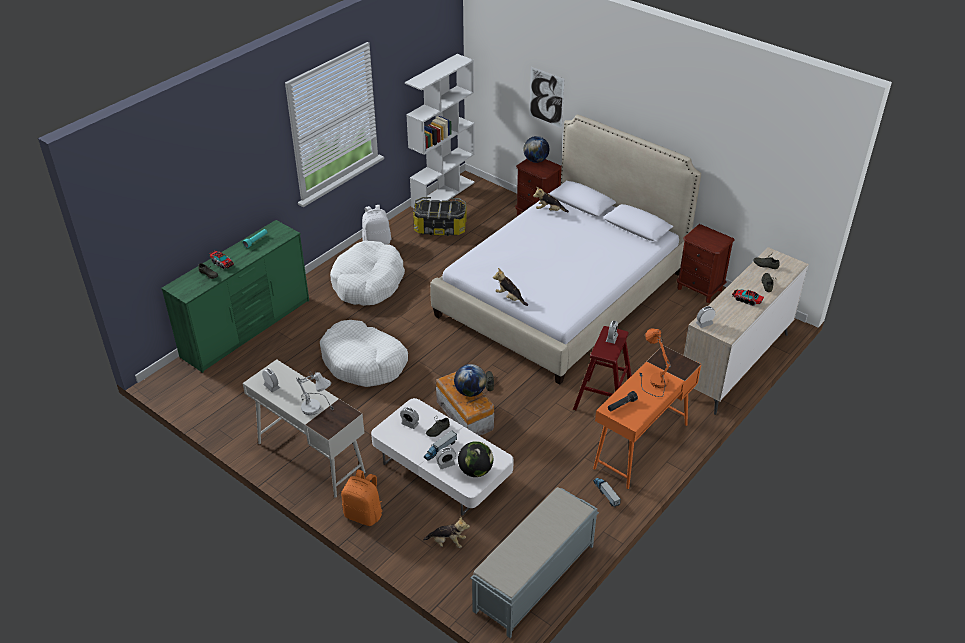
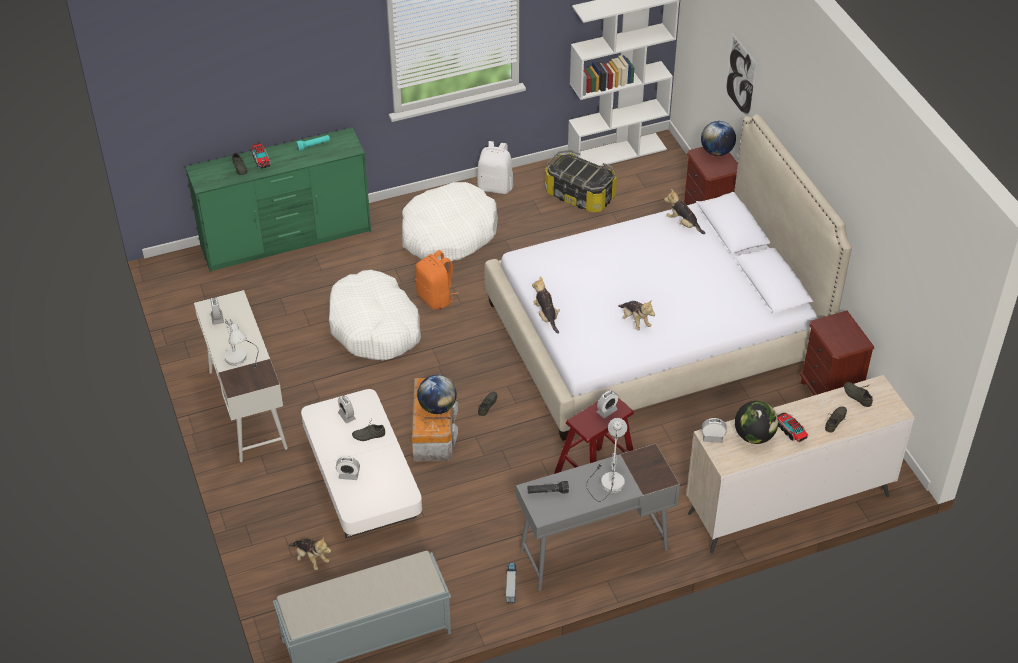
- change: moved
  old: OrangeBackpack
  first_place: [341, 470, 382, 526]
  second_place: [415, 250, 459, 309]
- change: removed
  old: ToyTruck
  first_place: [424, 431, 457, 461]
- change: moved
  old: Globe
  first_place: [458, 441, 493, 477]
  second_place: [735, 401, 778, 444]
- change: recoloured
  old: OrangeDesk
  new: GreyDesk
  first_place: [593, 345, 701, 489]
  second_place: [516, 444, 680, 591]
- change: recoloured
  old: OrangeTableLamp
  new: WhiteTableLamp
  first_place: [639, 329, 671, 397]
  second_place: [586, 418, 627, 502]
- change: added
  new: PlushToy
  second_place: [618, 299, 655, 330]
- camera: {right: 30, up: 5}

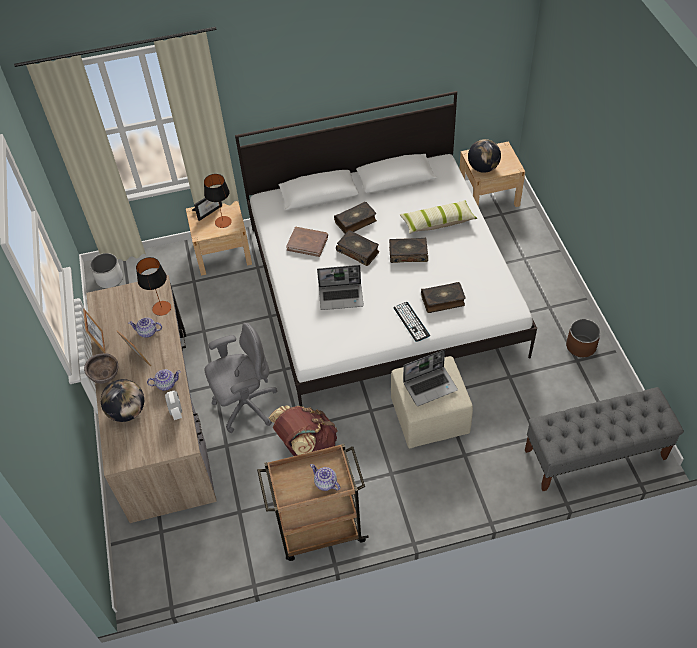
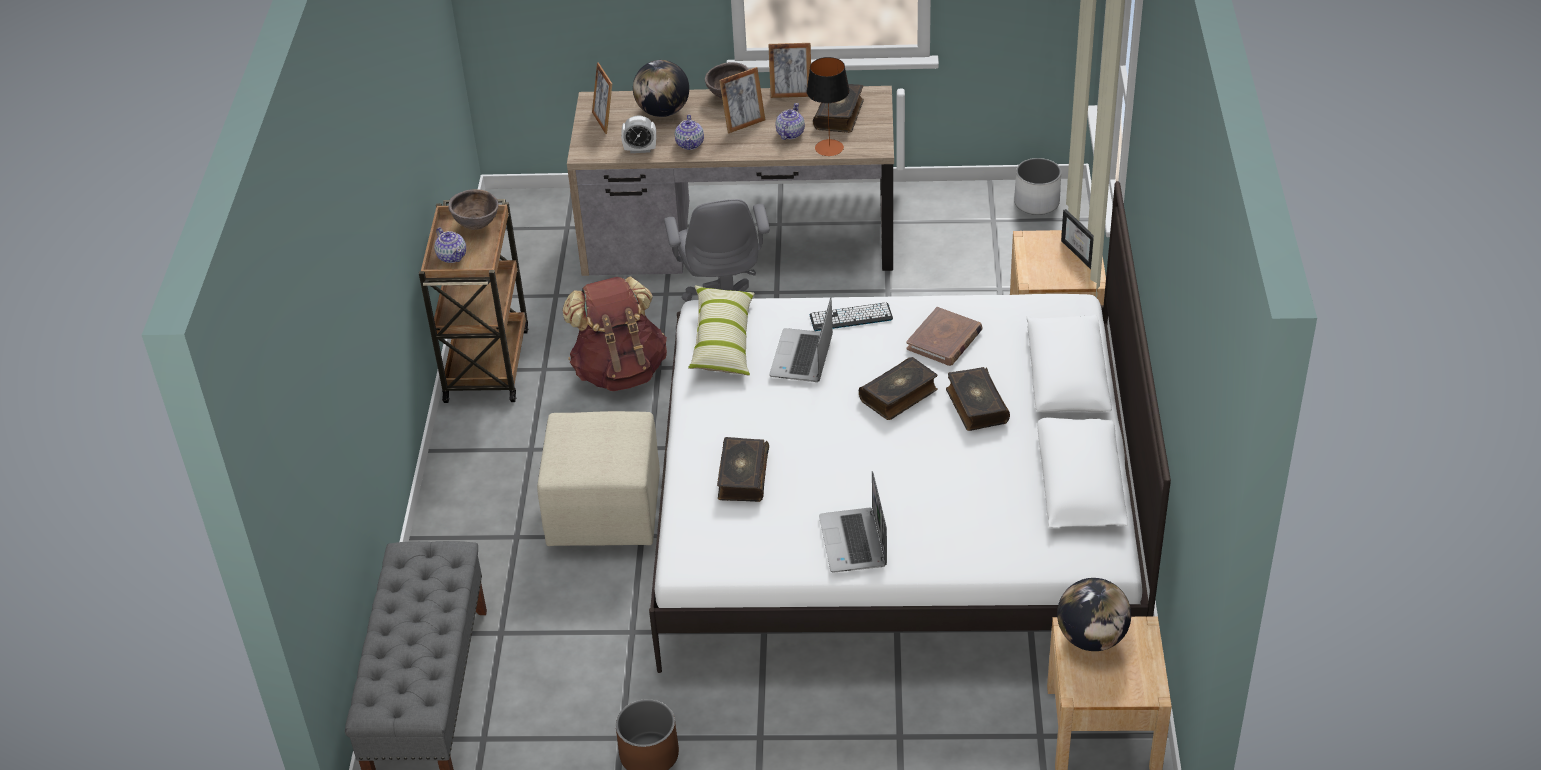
- change: removed
  old: TableLamp
  first_place: [204, 174, 231, 228]
- change: turned
  old: Teapot
  first_place: [310, 464, 340, 491]
  second_place: [434, 228, 466, 263]
  degrees: 90
- change: moved
  old: Book
  first_place: [389, 238, 428, 263]
  second_place: [813, 84, 864, 133]
- change: moved
  old: Keyboard
  first_place: [394, 302, 430, 342]
  second_place: [810, 303, 893, 331]
- change: moved
  old: Pillow
  first_place: [400, 200, 477, 234]
  second_place: [688, 286, 755, 375]
- change: moved
  old: Laptop
  first_place: [403, 349, 458, 406]
  second_place: [819, 471, 887, 573]
- change: added
  new: BrownBowl
  second_place: [448, 189, 499, 230]
- change: added
  new: PictureFrame
  second_place: [592, 62, 612, 134]
- camera: {right: 105, up: -10}

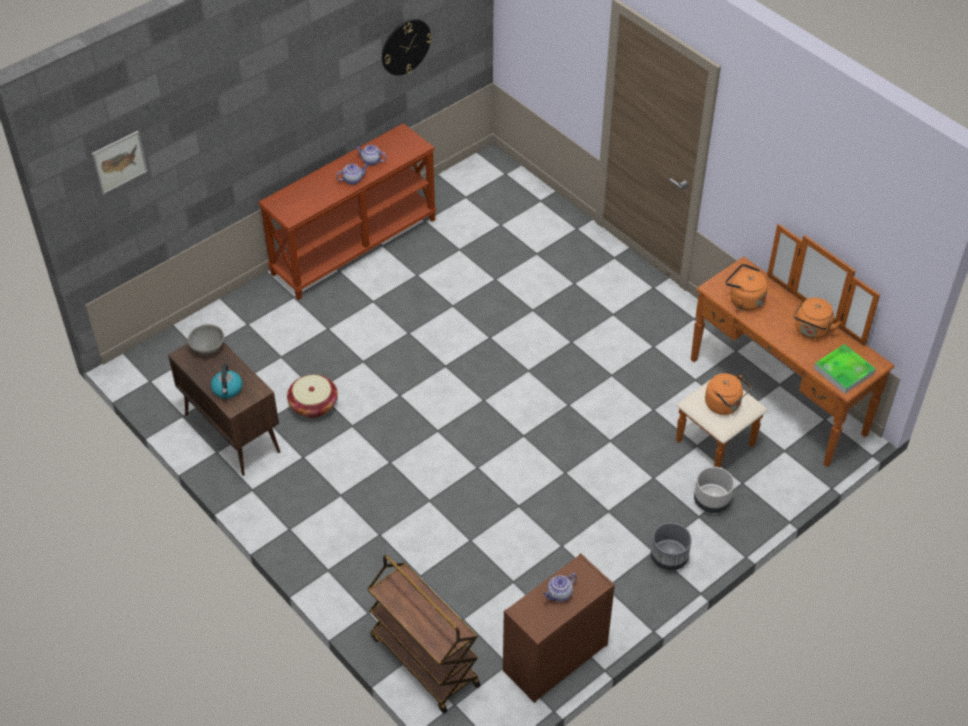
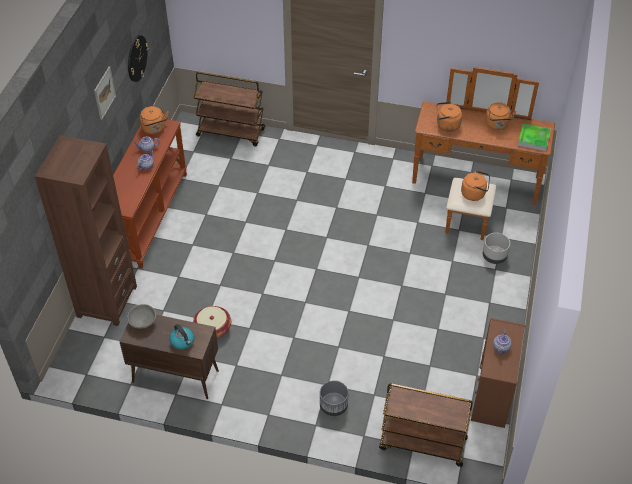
- change: moved
  old: Picture
  first_place: [92, 131, 148, 194]
  second_place: [94, 66, 116, 120]
- change: moved
  old: GreyPlanter
  first_place: [651, 523, 692, 571]
  second_place: [320, 380, 348, 416]
- change: added
  new: BrownBookcase
  second_place: [35, 135, 137, 326]
- change: added
  new: OrangeKettle
  second_place: [140, 106, 169, 134]
- change: added
  new: BrownCart
  second_place: [194, 72, 265, 147]
- camera: {right: -35, up: 0}

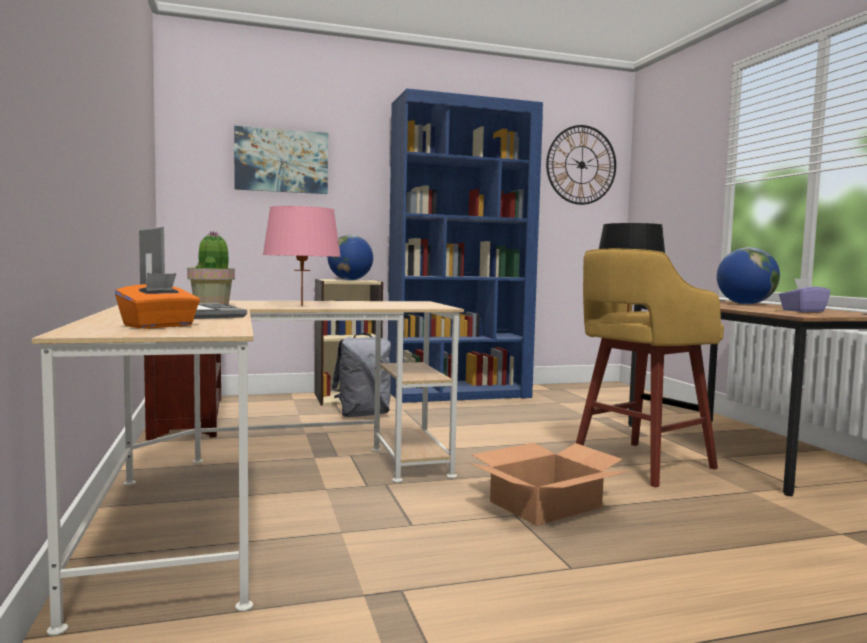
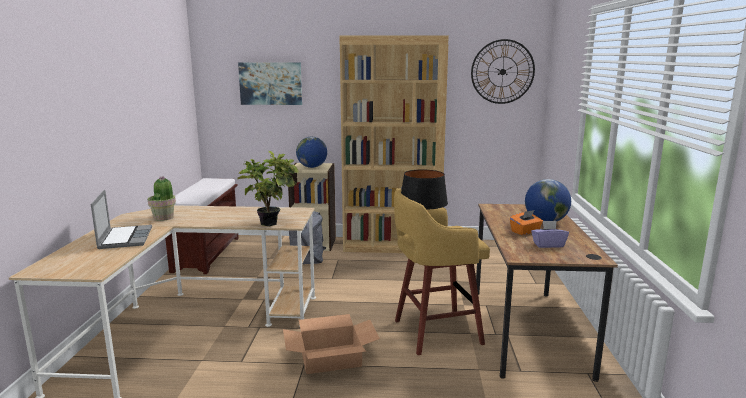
- change: moved
  old: OrangeTissueBox
  first_place: [115, 273, 200, 329]
  second_place: [510, 210, 543, 235]
- change: removed
  old: PinkTableLamp
  first_place: [263, 206, 341, 306]
- change: recoloured
  old: BlueBookcase
  new: BrownBookcase
  first_place: [388, 88, 543, 403]
  second_place: [339, 35, 449, 253]
- change: added
  new: PottedPlant
  second_place: [237, 151, 299, 226]
- camera: {right: 20, up: 10}

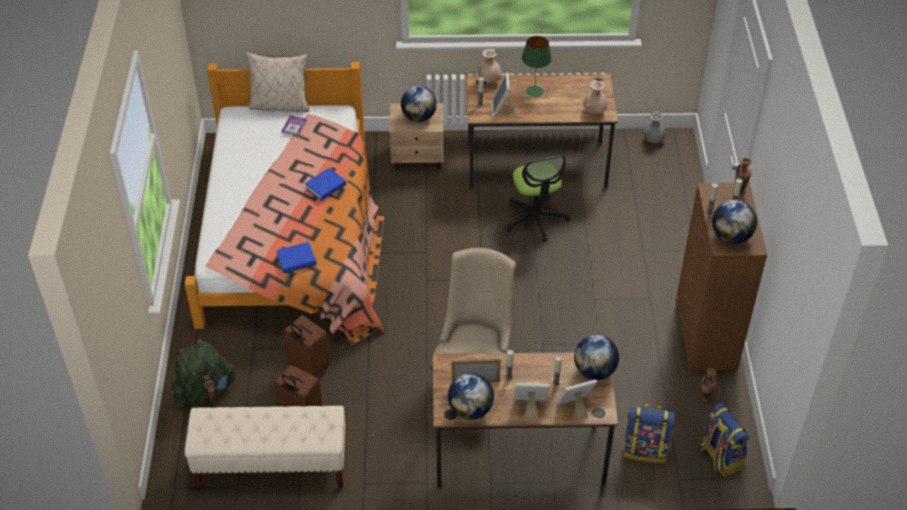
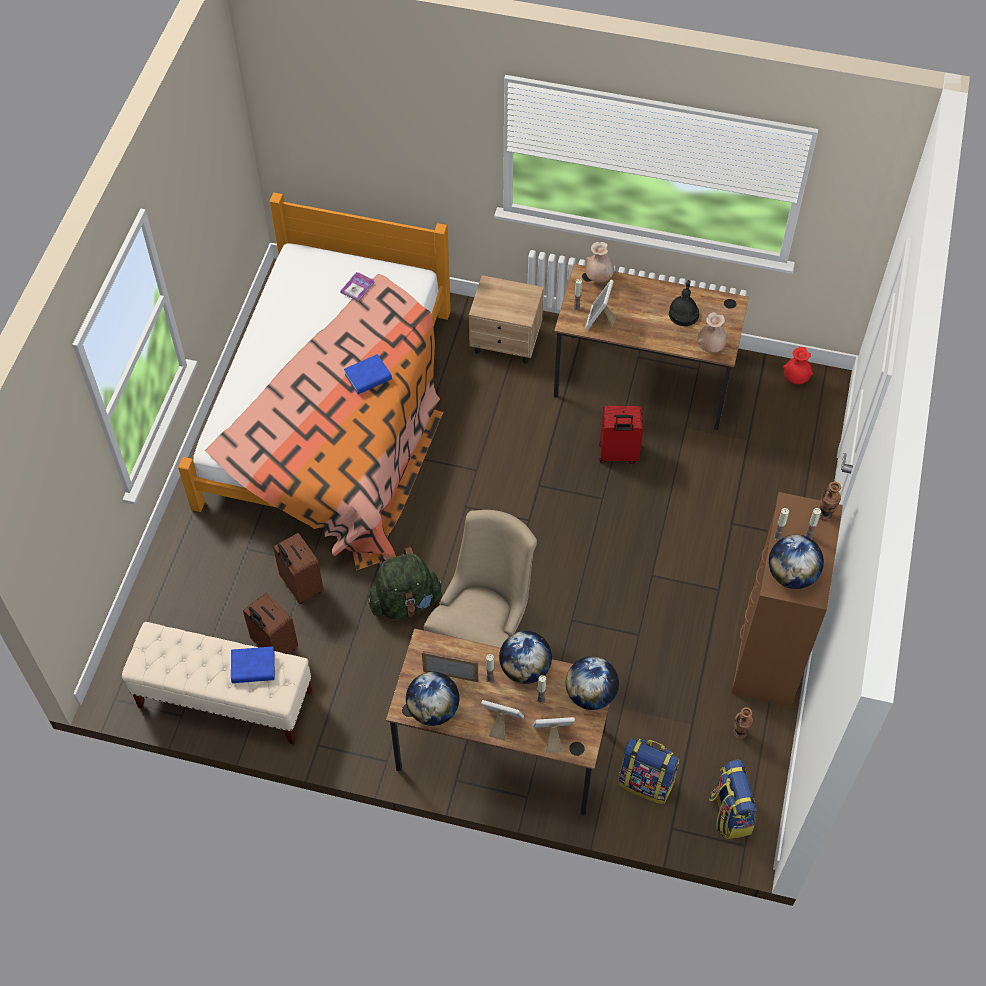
- change: moved
  old: GreenBackpack
  first_place: [171, 339, 235, 406]
  second_place: [368, 547, 443, 619]
- change: removed
  old: BeigePillow
  first_place: [246, 52, 309, 112]
- change: moved
  old: BlueBook
  first_place: [276, 242, 316, 273]
  second_place: [231, 646, 275, 683]
- change: moved
  old: Globe
  first_place: [401, 86, 437, 122]
  second_place: [499, 631, 552, 684]
- change: replaced
  old: OfficeChair
  new: RedSuitcase
  first_place: [505, 156, 571, 242]
  second_place: [599, 406, 643, 464]
- change: removed
  old: GreenTableLamp
  first_place: [522, 36, 552, 97]
- change: recoloured
  old: GreyVase
  new: RedVase
  first_place: [642, 111, 667, 144]
  second_place: [783, 347, 813, 384]
- change: added
  new: BlackTableLamp
  second_place: [669, 280, 699, 326]
- camera: {right: 15, up: 10}

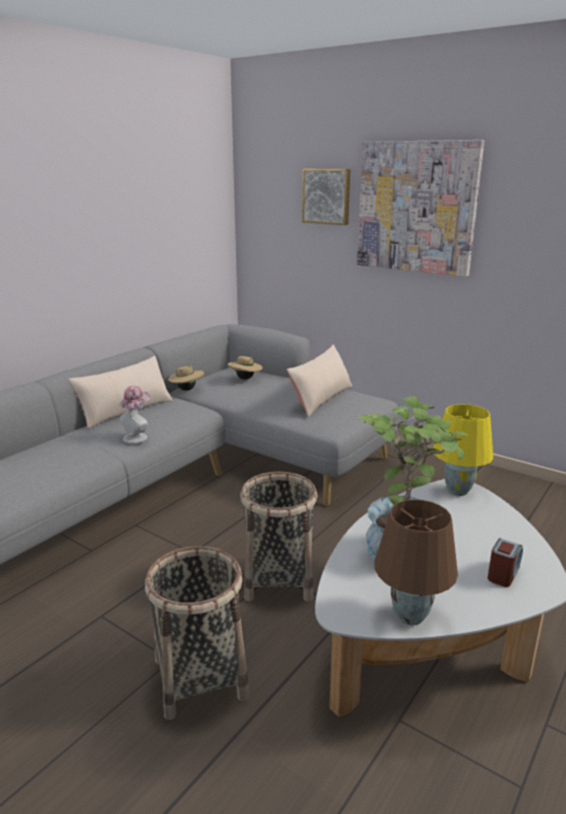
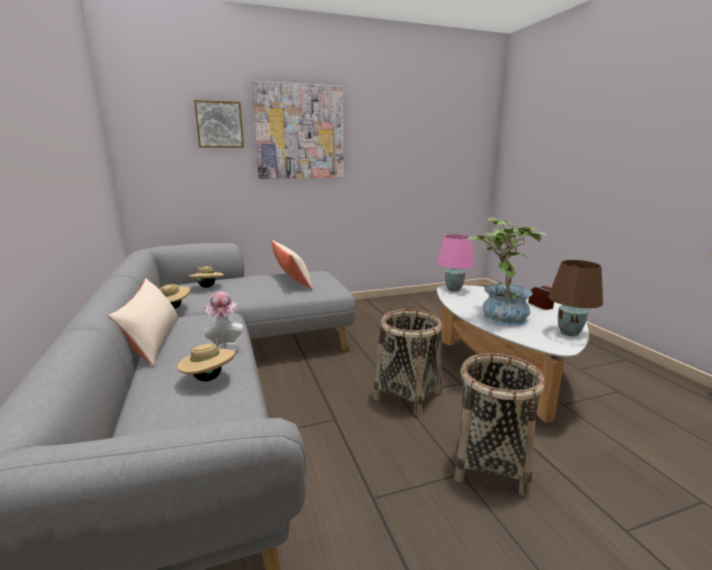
- change: recoloured
  old: YellowTableLamp
  new: PinkTableLamp
  first_place: [433, 404, 493, 496]
  second_place: [437, 234, 475, 292]
- change: added
  new: BeigeHat
  second_place: [177, 339, 235, 382]
- camera: {right: -55, up: -5}

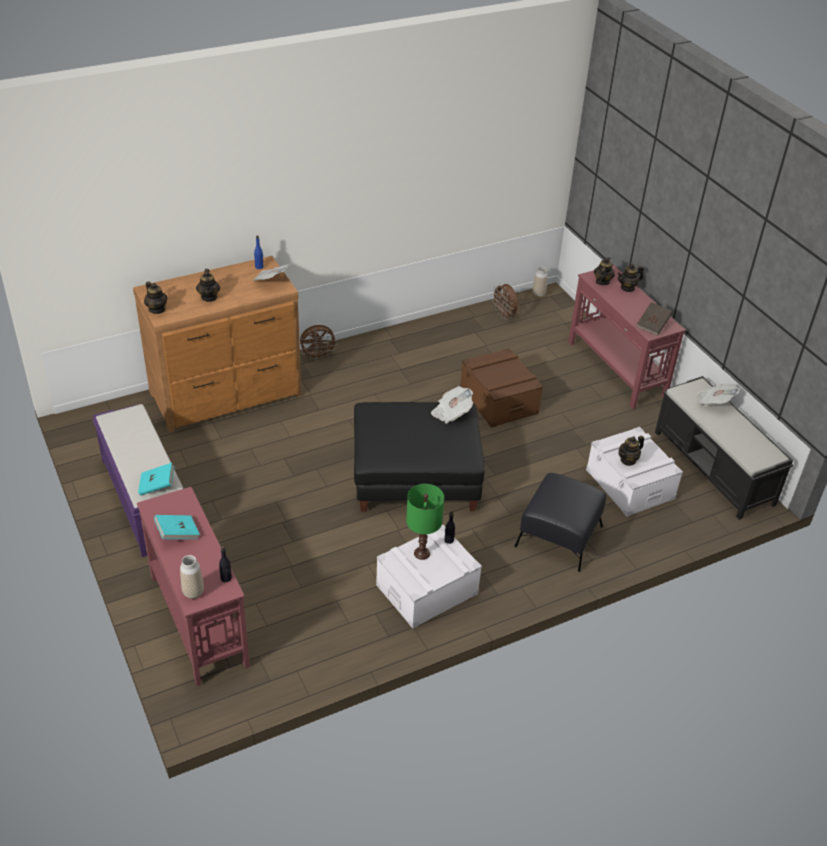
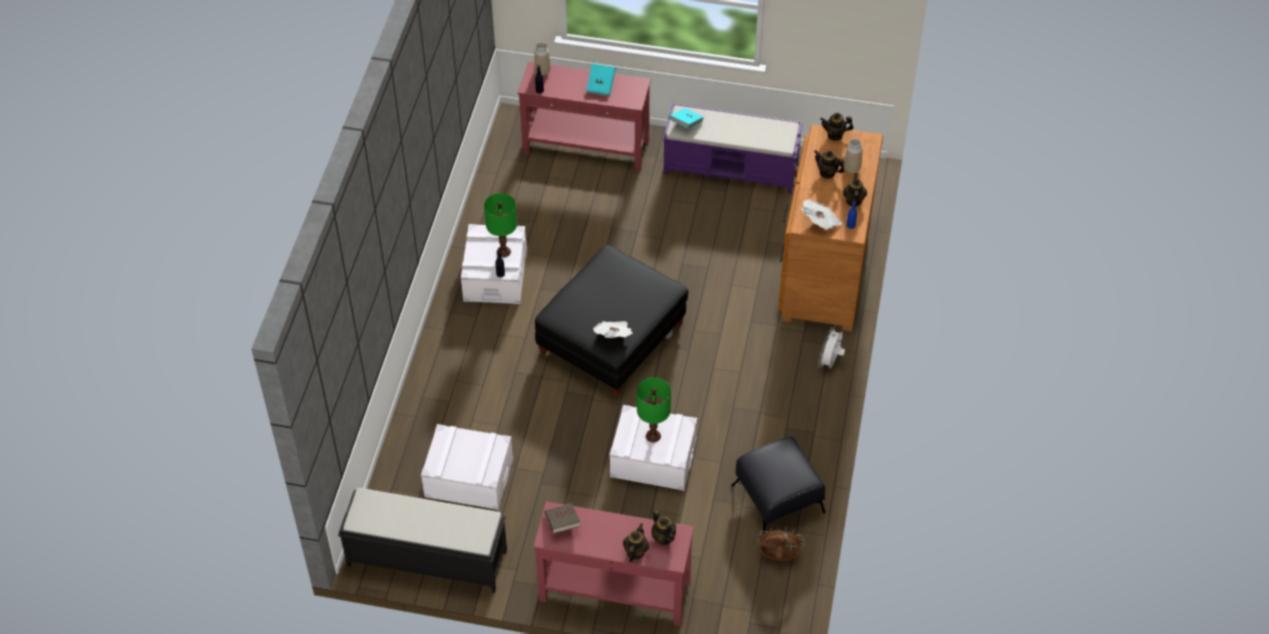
- change: recoloured
  old: BrownFan
  new: WhiteFan
  first_place: [299, 325, 338, 357]
  second_place: [818, 326, 845, 368]
- change: recoloured
  old: BrownStorageBox
  new: WhiteStorageBox
  first_place: [460, 348, 543, 428]
  second_place: [609, 405, 697, 491]
- change: moved
  old: BlackOttoman
  first_place: [514, 473, 606, 572]
  second_place: [731, 437, 825, 534]
- change: moved
  old: Vase
  first_place: [532, 267, 548, 298]
  second_place: [844, 139, 862, 174]
- change: moved
  old: Teapot
  first_place: [619, 436, 644, 466]
  second_place: [843, 173, 867, 207]
- change: removed
  old: Newspaper
  first_place: [696, 384, 739, 405]
- change: added
  new: GreenTableLamp
  second_place: [637, 377, 671, 442]
- camera: {right: 130, up: 10}

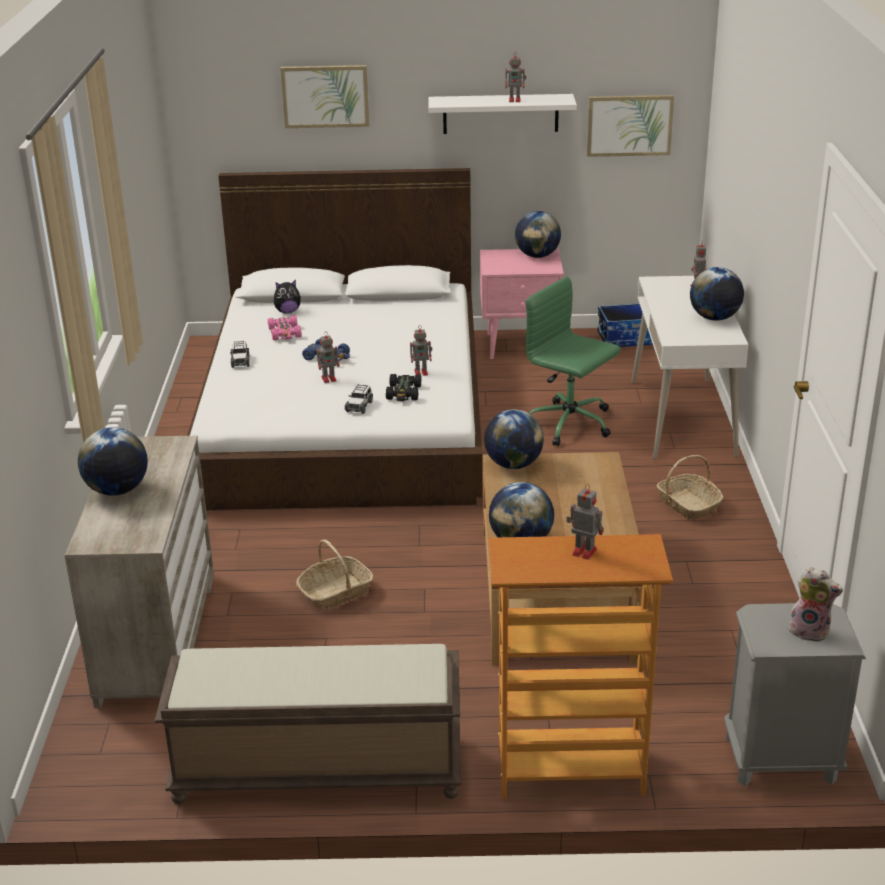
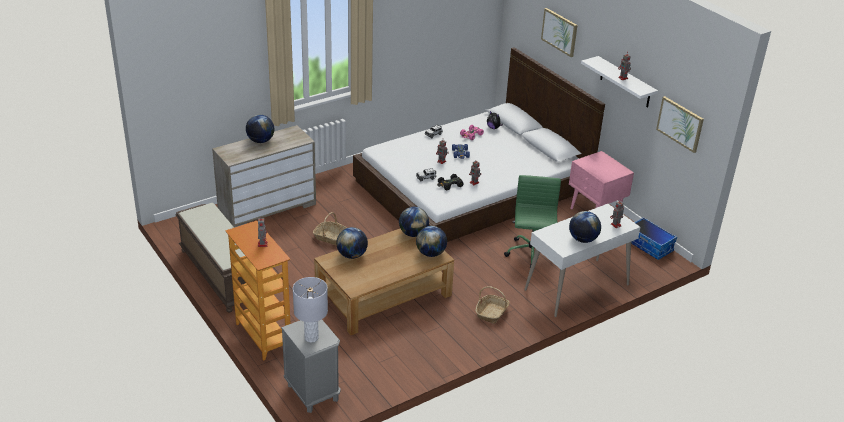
- change: moved
  old: Globe
  first_place: [515, 211, 561, 258]
  second_place: [416, 226, 447, 257]
- change: replaced
  old: PlushToy
  new: GreyTableLamp
  first_place: [789, 567, 843, 642]
  second_place: [293, 277, 328, 343]
- camera: {right: 55, up: 5}

